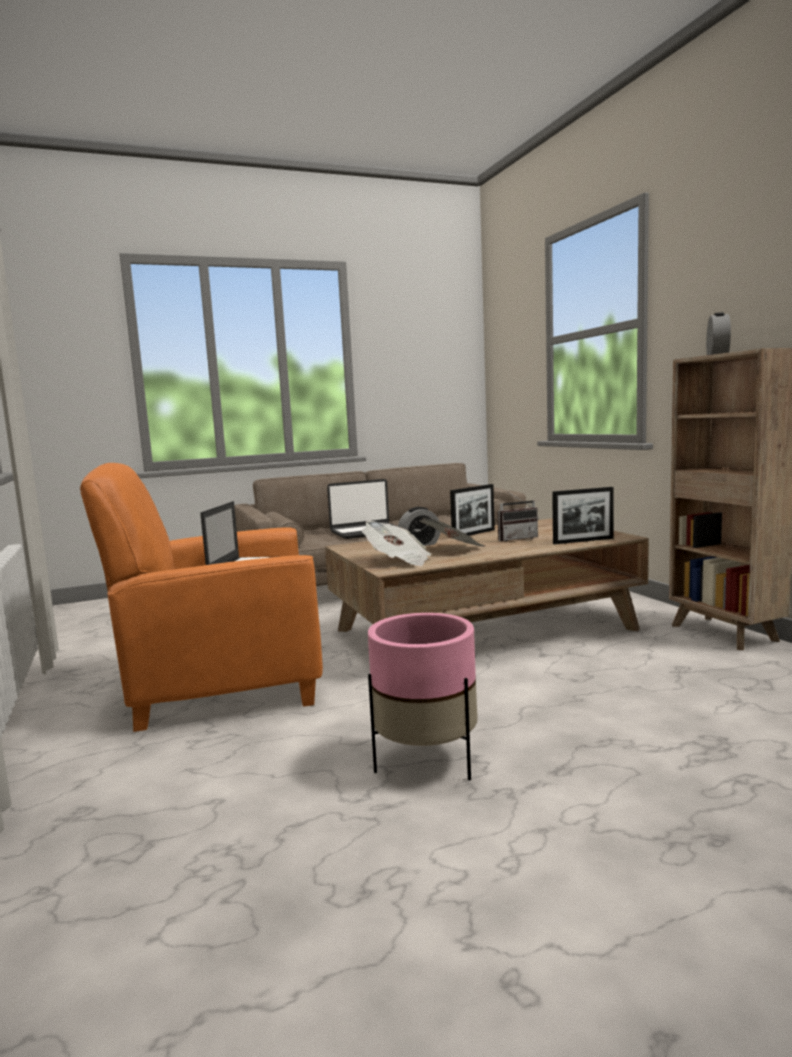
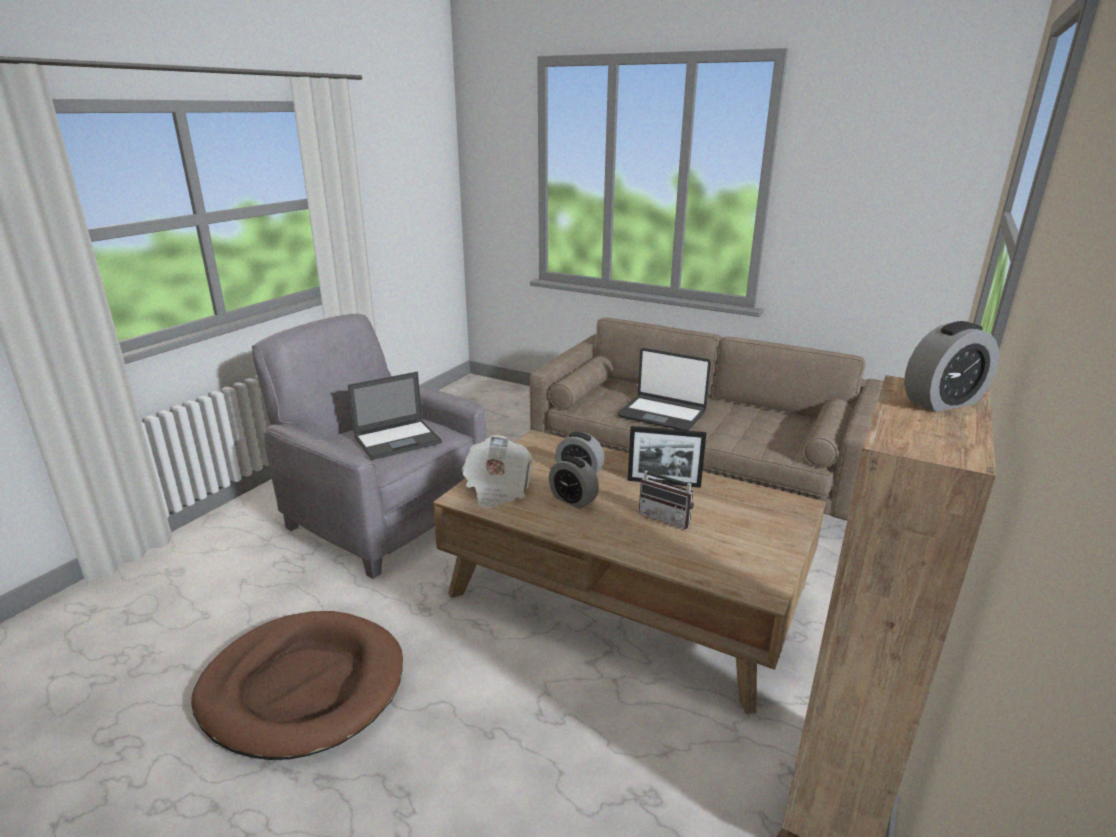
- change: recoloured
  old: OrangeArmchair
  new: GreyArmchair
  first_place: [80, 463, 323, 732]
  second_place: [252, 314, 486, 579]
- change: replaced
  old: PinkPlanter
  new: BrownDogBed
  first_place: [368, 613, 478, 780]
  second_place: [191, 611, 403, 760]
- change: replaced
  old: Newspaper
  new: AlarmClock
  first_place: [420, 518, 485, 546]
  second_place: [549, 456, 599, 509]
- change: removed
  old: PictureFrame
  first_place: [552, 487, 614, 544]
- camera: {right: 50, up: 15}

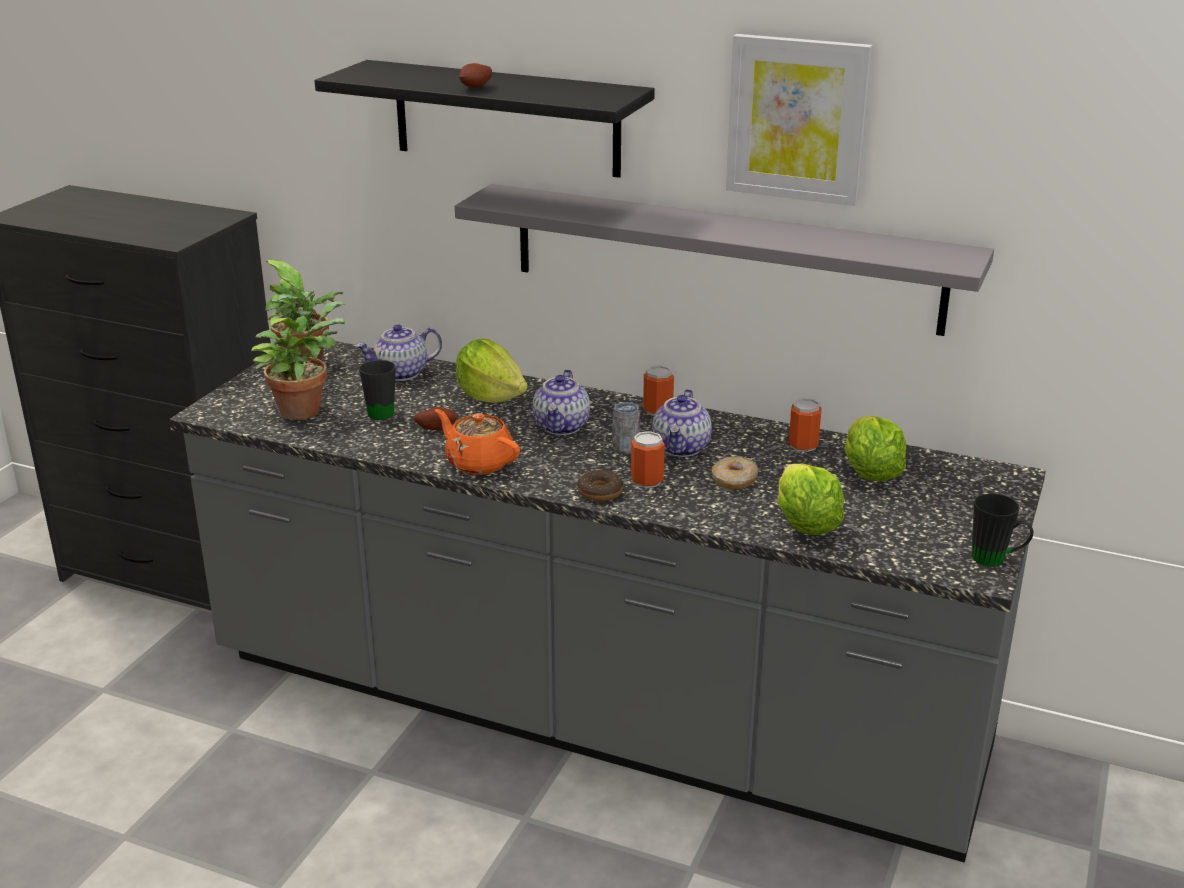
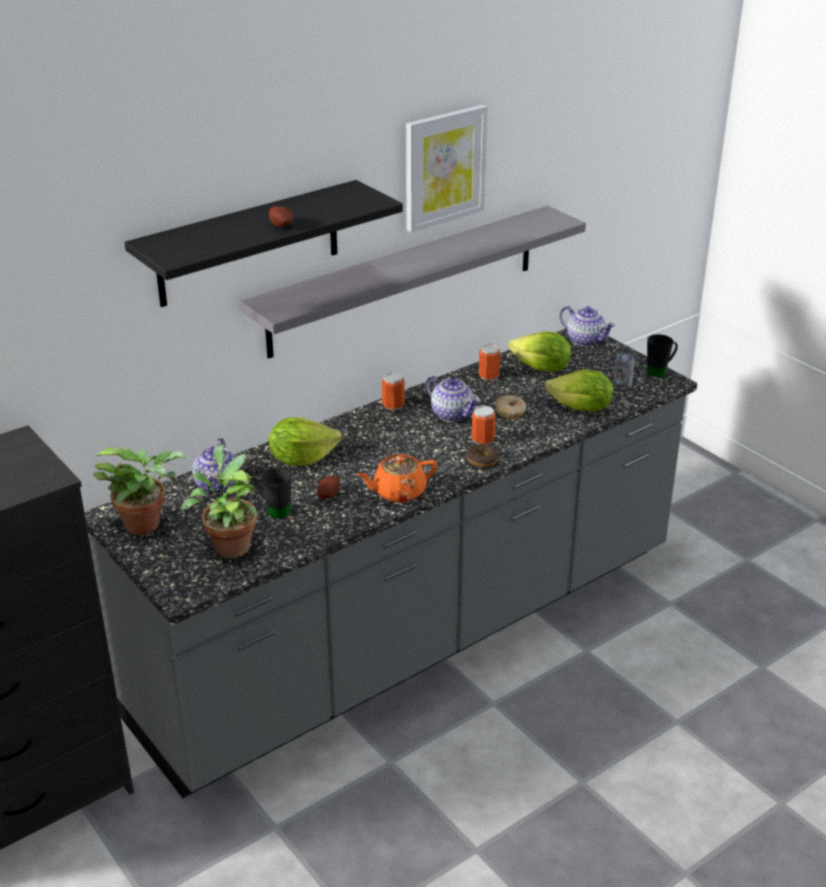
- change: moved
  old: Teapot
  first_place: [532, 370, 590, 435]
  second_place: [559, 306, 615, 347]
- change: moved
  old: Can
  first_place: [612, 402, 640, 455]
  second_place: [613, 353, 634, 390]
- camera: {right: -60, up: 5}

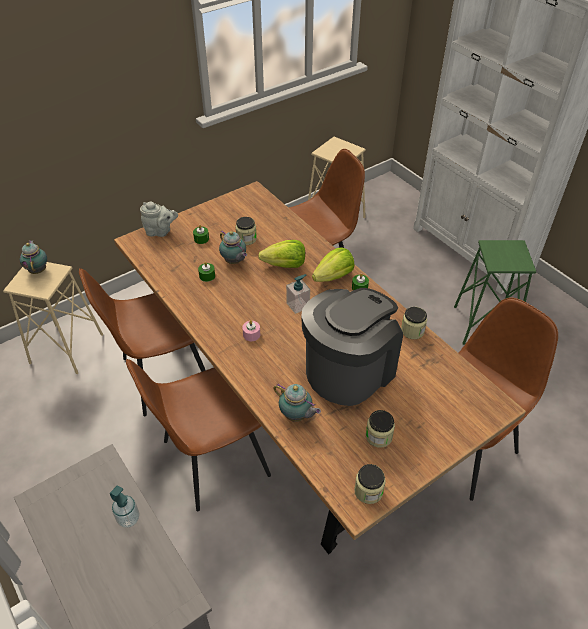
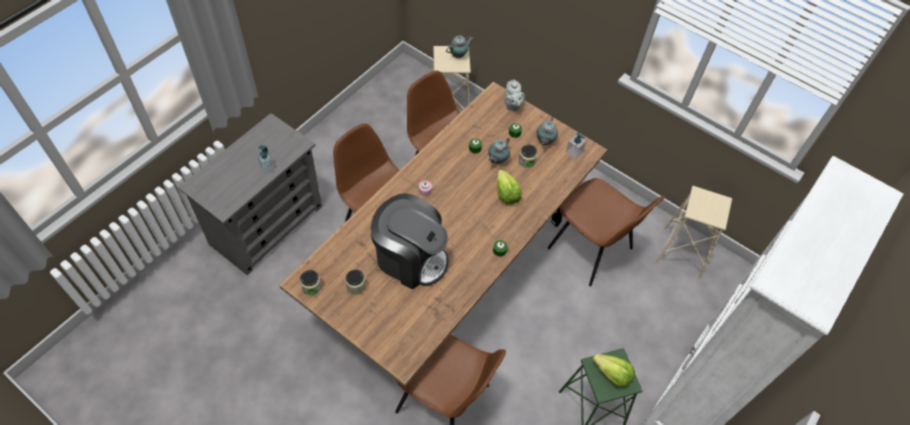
- change: moved
  old: Teapot
  first_place: [273, 383, 321, 422]
  second_place: [537, 117, 558, 145]
- change: moved
  old: SoapDispenser
  first_place: [286, 274, 310, 314]
  second_place: [565, 133, 587, 160]
- change: moved
  old: Lettuce
  first_place: [312, 248, 354, 282]
  second_place: [592, 354, 635, 387]
- change: removed
  old: Jar
  first_place: [401, 307, 427, 339]
- camera: {right: 70, up: 10}

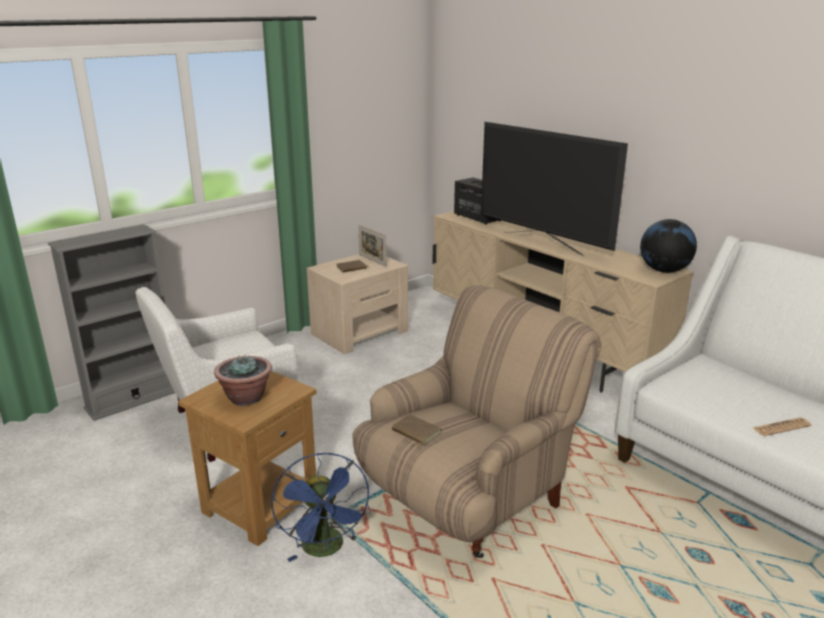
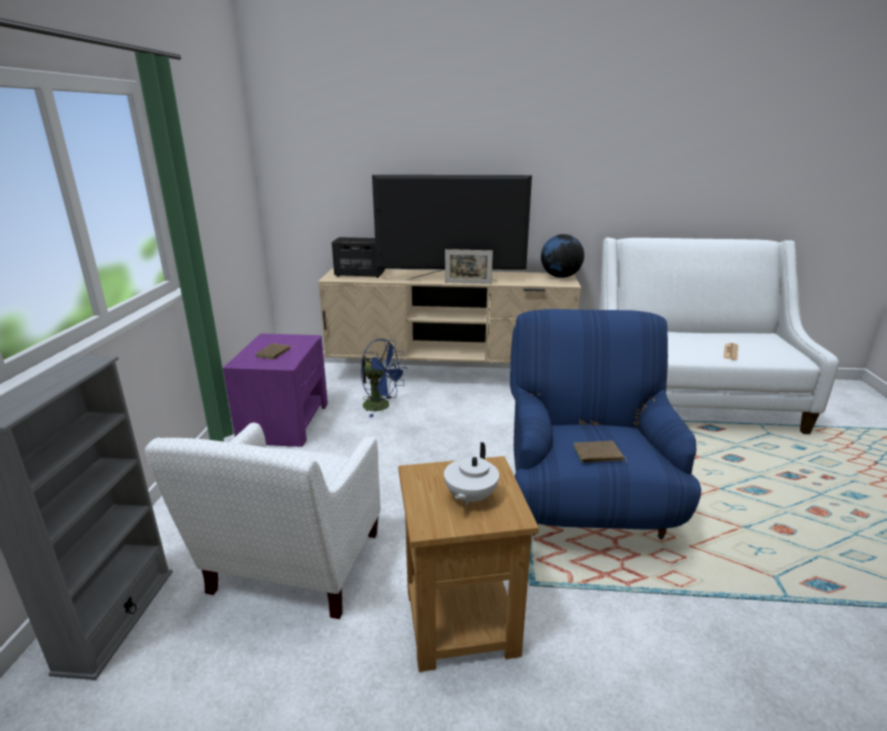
- change: replaced
  old: PottedPlant
  new: WhiteTeapot
  first_place: [214, 355, 272, 406]
  second_place: [444, 442, 499, 506]
- change: moved
  old: BlueFan
  first_place: [271, 453, 370, 562]
  second_place: [361, 339, 407, 417]
- change: recoloured
  old: BeigeNightstand
  new: PurpleNightstand
  first_place: [307, 254, 408, 354]
  second_place: [223, 333, 328, 447]
- change: recoloured
  old: BeigeArmchair
  new: BlueArmchair
  first_place: [352, 286, 601, 558]
  second_place: [510, 309, 701, 540]
- change: moved
  old: PictureFrame
  first_place: [358, 225, 387, 267]
  second_place: [445, 249, 493, 284]
- camera: {right: -45, up: 0}

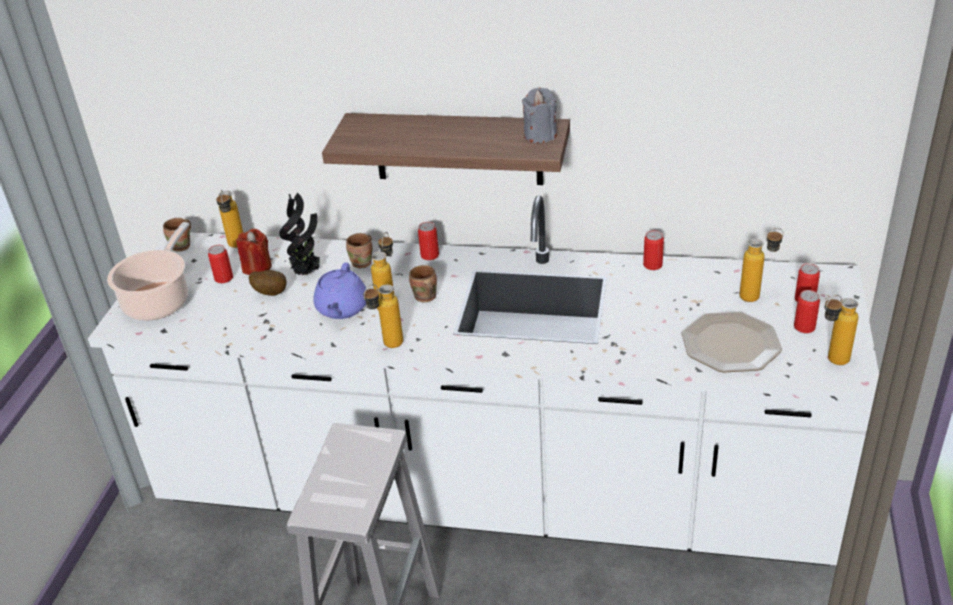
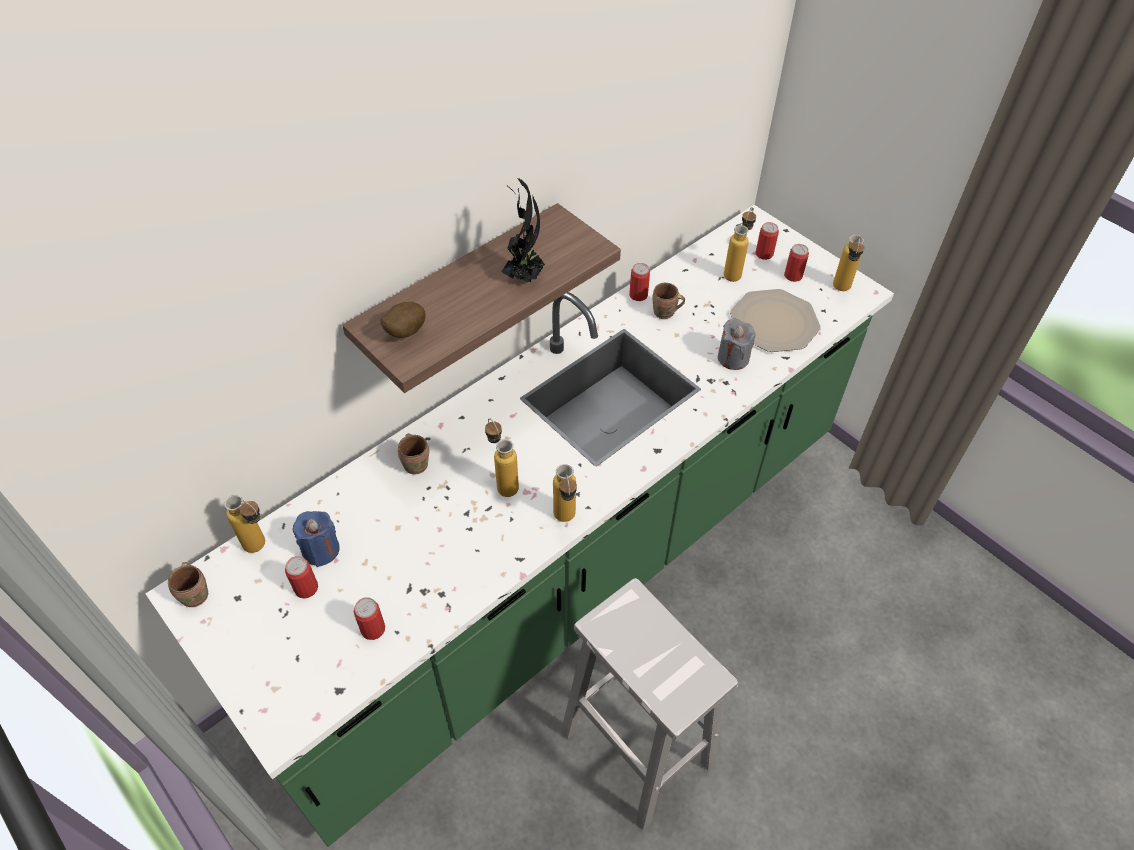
- change: recoloured
  old: WhiteCounter
  new: GreenCounter
  first_place: [88, 195, 879, 566]
  second_place: [146, 205, 894, 847]
- change: removed
  old: CookingPot
  first_place: [107, 222, 190, 321]
- change: recoloured
  old: RedCandle
  new: BlueCandle
  first_place: [236, 229, 272, 275]
  second_place: [293, 511, 340, 567]
- change: moved
  old: Potato
  first_place: [249, 270, 287, 296]
  second_place: [380, 302, 426, 338]
- change: moved
  old: PottedPlant
  first_place: [279, 192, 320, 275]
  second_place: [501, 178, 545, 283]
- change: removed
  old: PurpleTeapot
  first_place: [313, 262, 366, 319]
- change: moved
  old: BrownMug
  first_place: [409, 265, 437, 302]
  second_place: [652, 283, 685, 319]
- change: moved
  old: Can
  first_place: [418, 222, 439, 260]
  second_place: [354, 597, 385, 640]
- change: moved
  old: GreyCandle
  first_place: [522, 87, 557, 143]
  second_place: [718, 318, 756, 370]
- camera: {right: -55, up: 15}

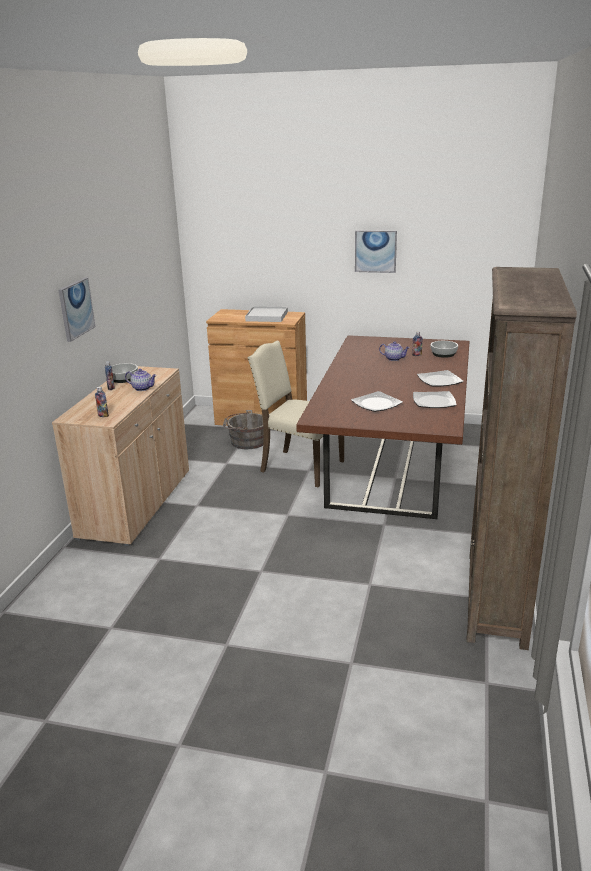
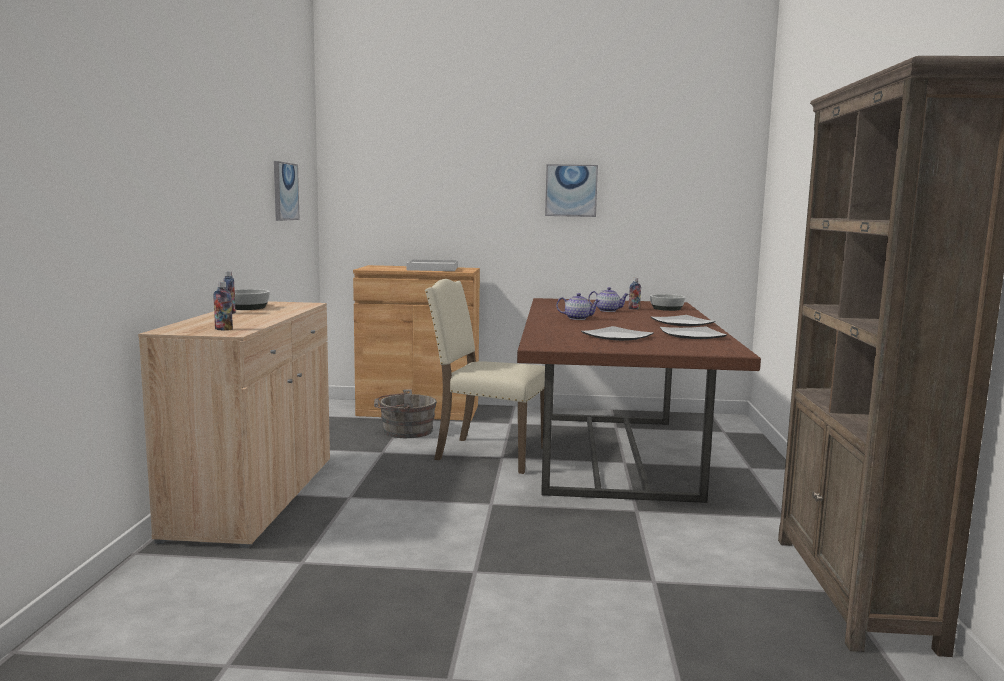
- change: moved
  old: Picture
  first_place: [59, 278, 96, 342]
  second_place: [274, 161, 300, 221]
- change: moved
  old: Teapot
  first_place: [125, 369, 157, 391]
  second_place: [556, 293, 600, 320]
- camera: {right: -10, up: -15}

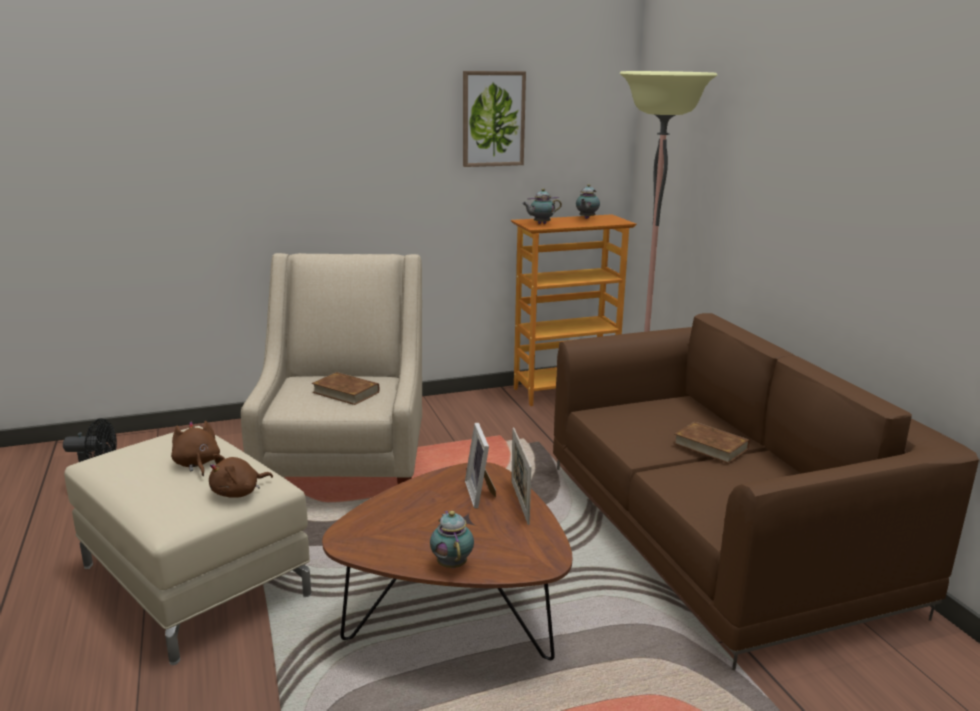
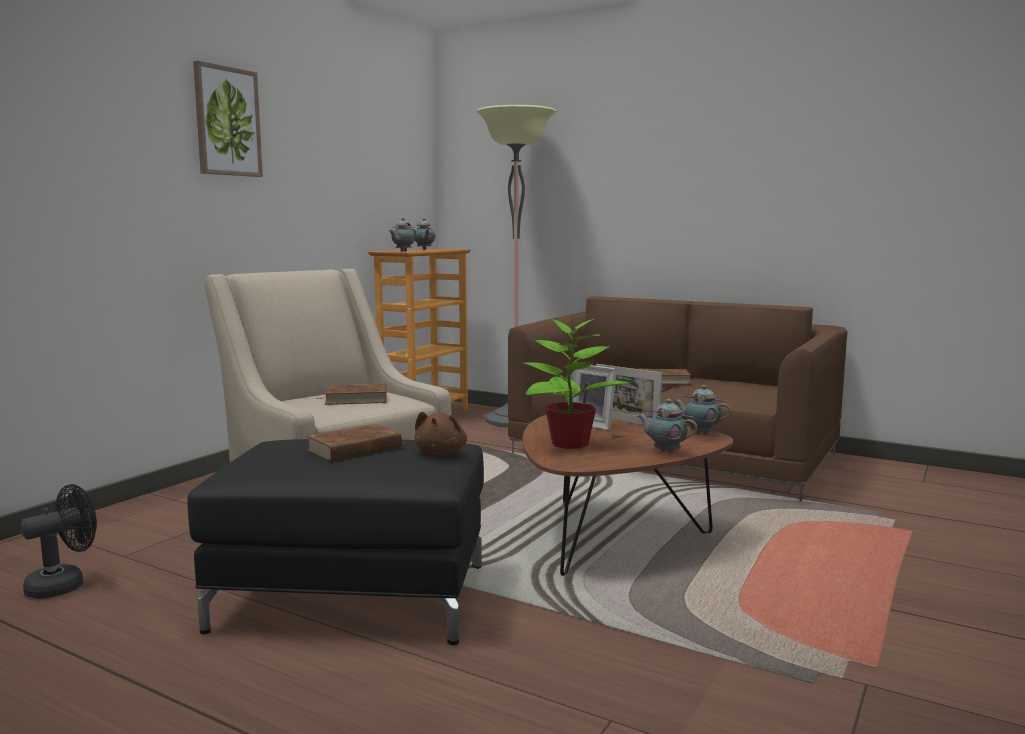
- change: recoloured
  old: BeigeOttoman
  new: BlackOttoman
  first_place: [64, 426, 311, 665]
  second_place: [187, 439, 484, 645]
- change: replaced
  old: BrownPlushToy
  new: BrownBook
  first_place: [171, 421, 220, 476]
  second_place: [306, 424, 406, 462]
- change: moved
  old: Picture
  first_place: [463, 71, 526, 167]
  second_place: [193, 61, 263, 177]
- change: added
  new: PottedPlant
  second_place: [523, 313, 630, 449]
- change: added
  new: Teapot
  second_place: [673, 385, 732, 435]
- camera: {right: -40, up: -10}

